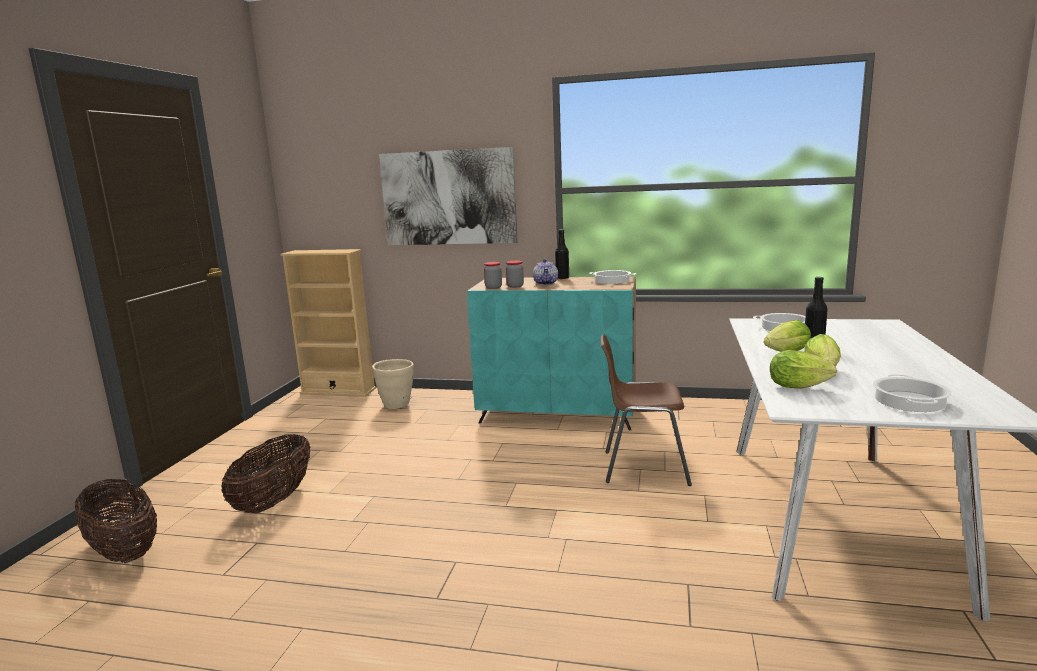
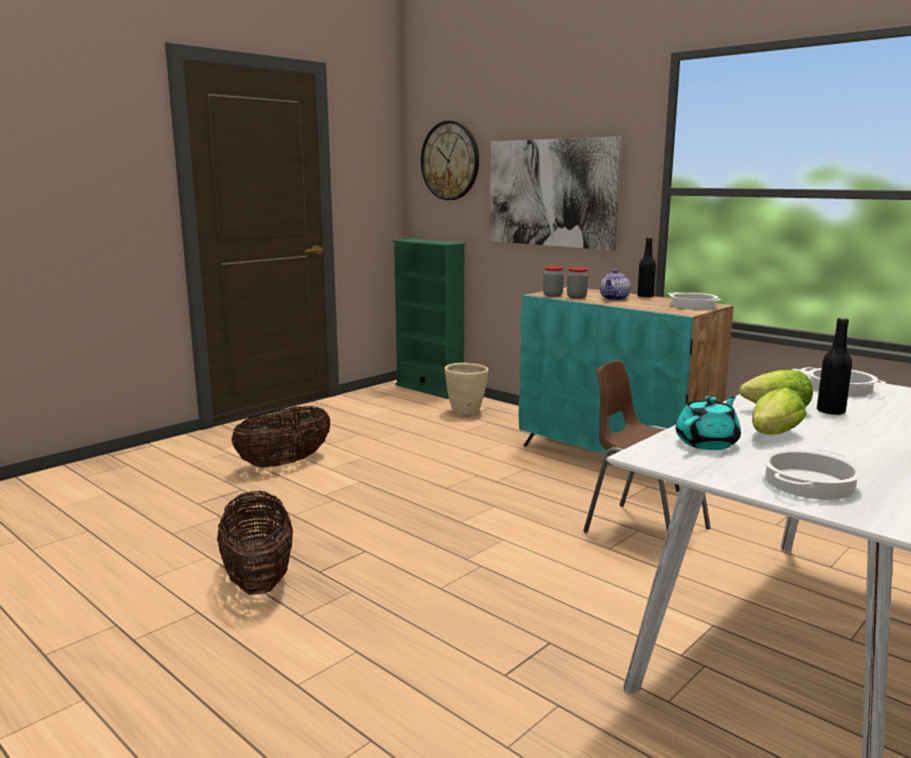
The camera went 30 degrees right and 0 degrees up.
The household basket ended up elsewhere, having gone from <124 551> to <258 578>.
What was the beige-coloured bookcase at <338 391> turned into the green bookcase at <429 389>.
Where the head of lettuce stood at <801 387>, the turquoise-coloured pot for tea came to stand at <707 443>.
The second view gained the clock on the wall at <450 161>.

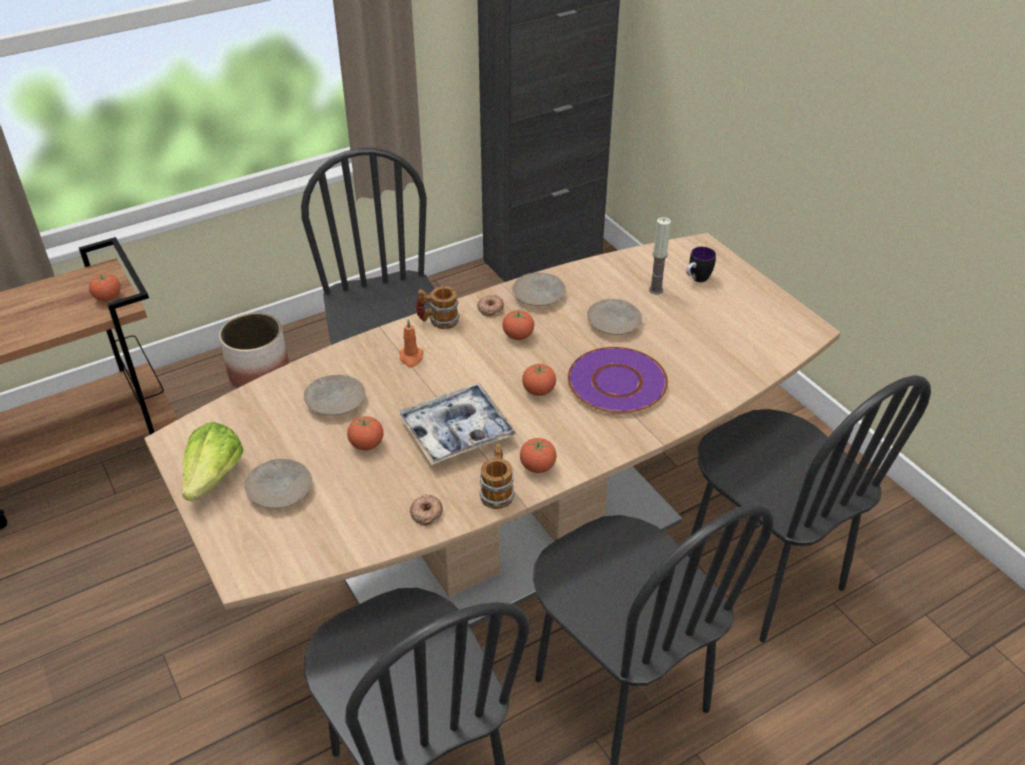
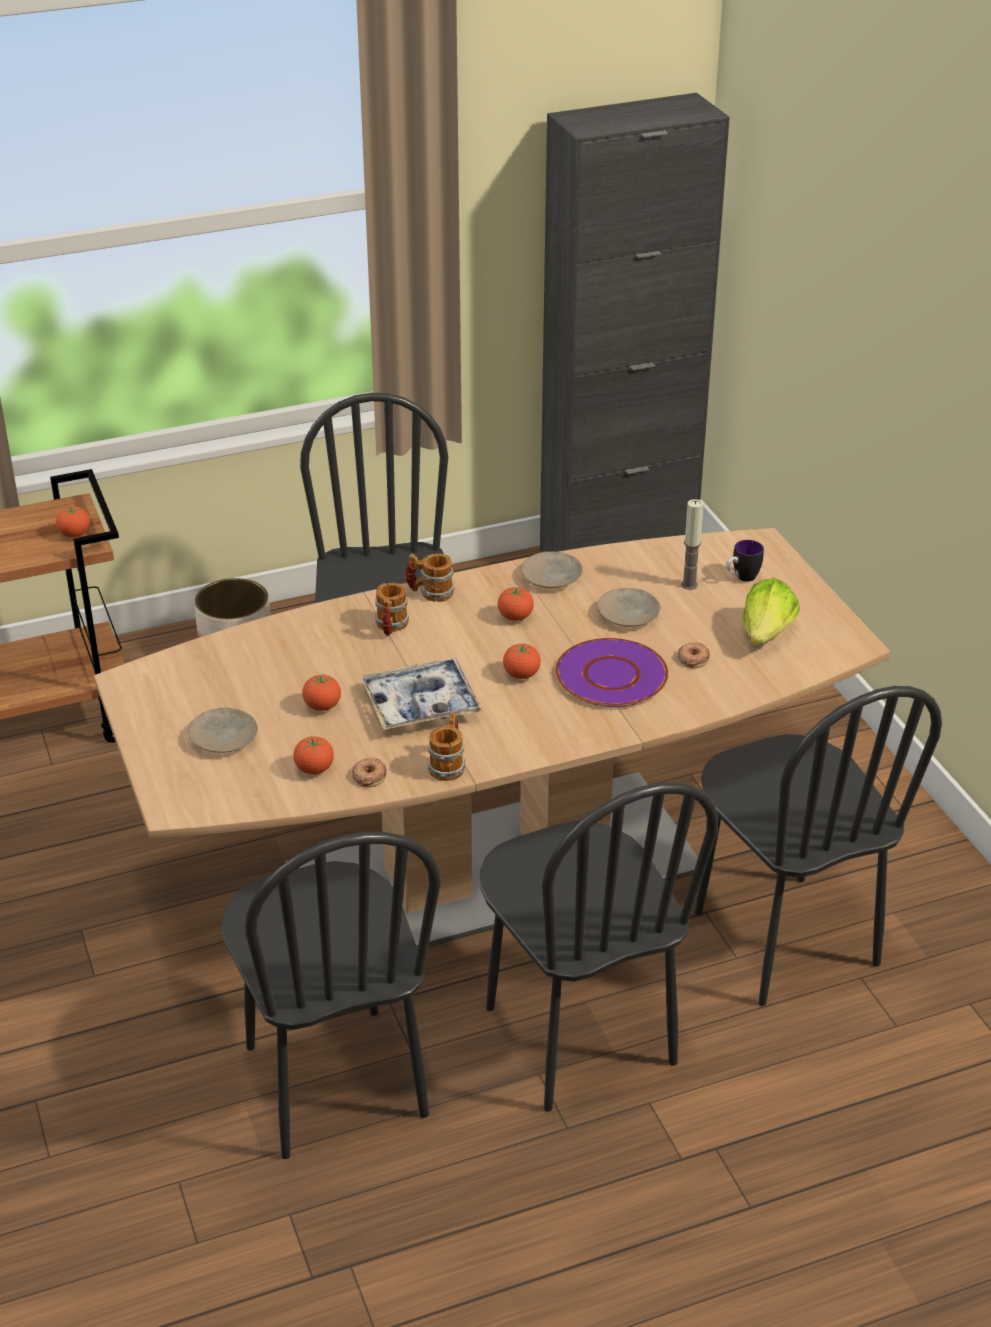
The camera went 10 degrees right and 5 degrees down.
The head of lettuce ended up elsewhere, having gone from <214 478> to <767 634>.
The second view lost the beige-coloured flat dish at <335 401>.
Where the orange wax candle stood at <411 358>, the mug came to stand at <390 627>.
The ring doughnut ended up elsewhere, having gone from <490 308> to <693 658>.
The tomato ended up elsewhere, having gone from <537 467> to <314 769>.

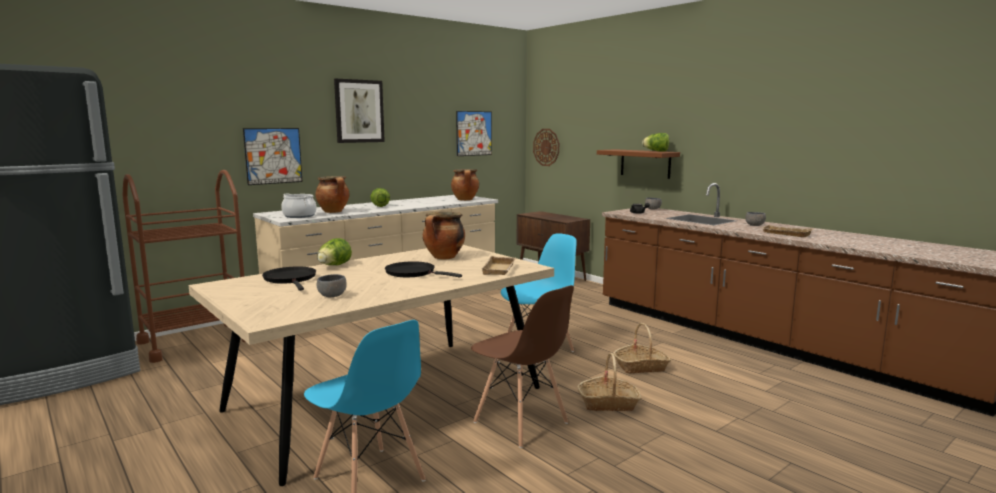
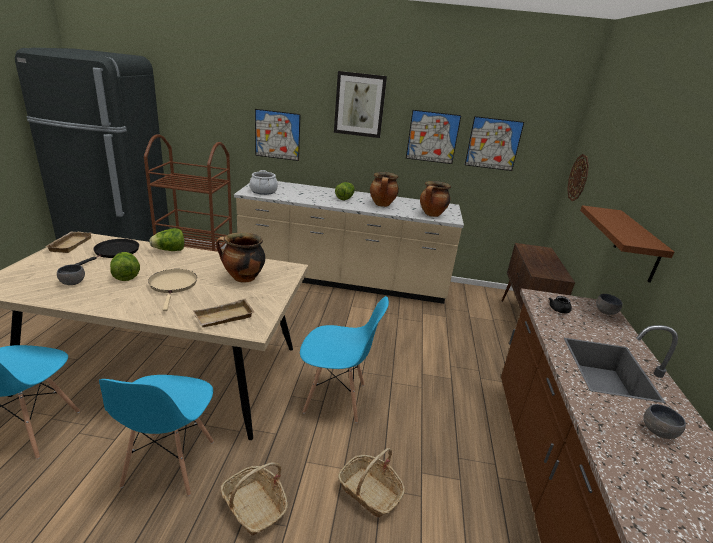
The camera went 45 degrees right and 15 degrees up.
The stockpot ended up elsewhere, having gone from <334 212> to <382 205>.
What was the blackish frying pan at <413 273> turned into the beige-coloured frying pan at <173 285>.
What was the brown upright chair at <521 423> turned into the blue-coloured upright chair at <169 464>.
The head of lettuce ended up elsewhere, having gone from <656 151> to <126 275>.
The beige-coloured serving tray ended up elsewhere, having gone from <785 234> to <69 244>.
The second view gained the picture at <432 137>.

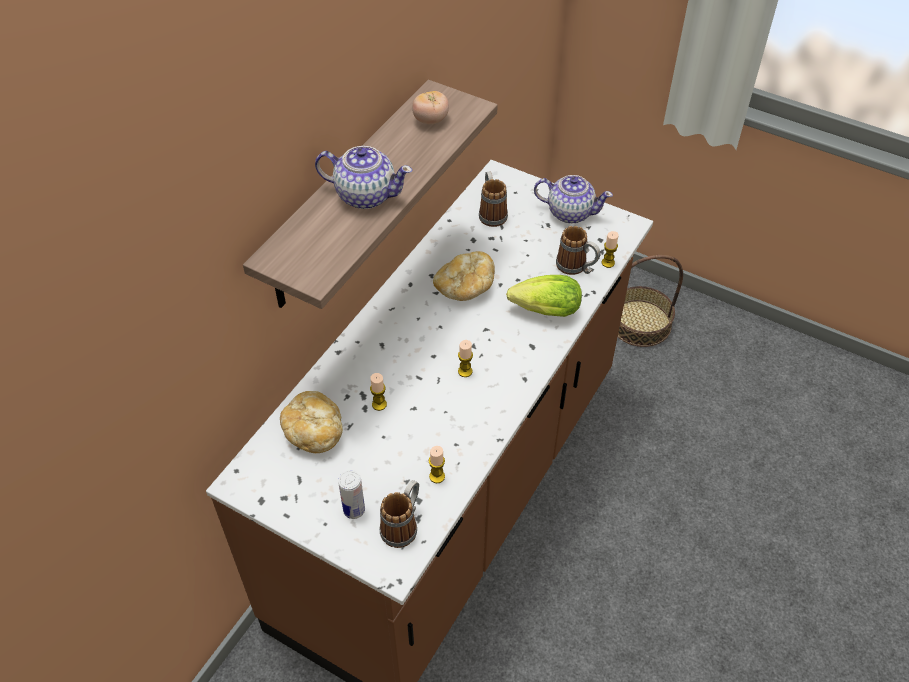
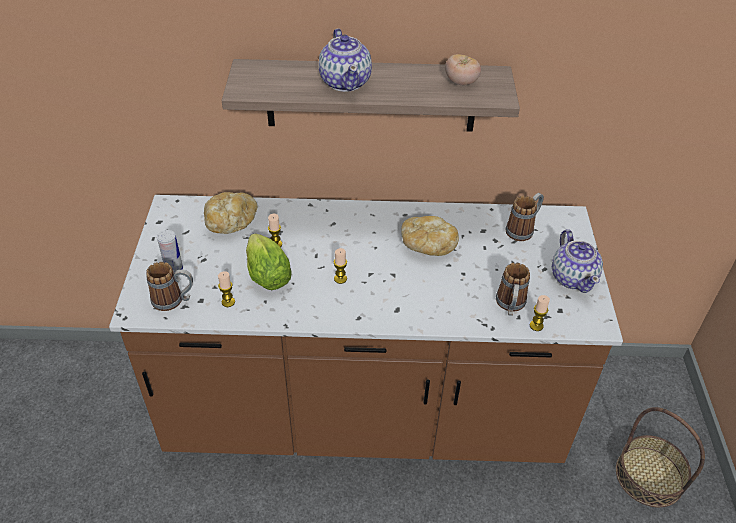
The camera went 60 degrees right and 5 degrees down.
The head of lettuce ended up elsewhere, having gone from <542 311> to <266 273>.

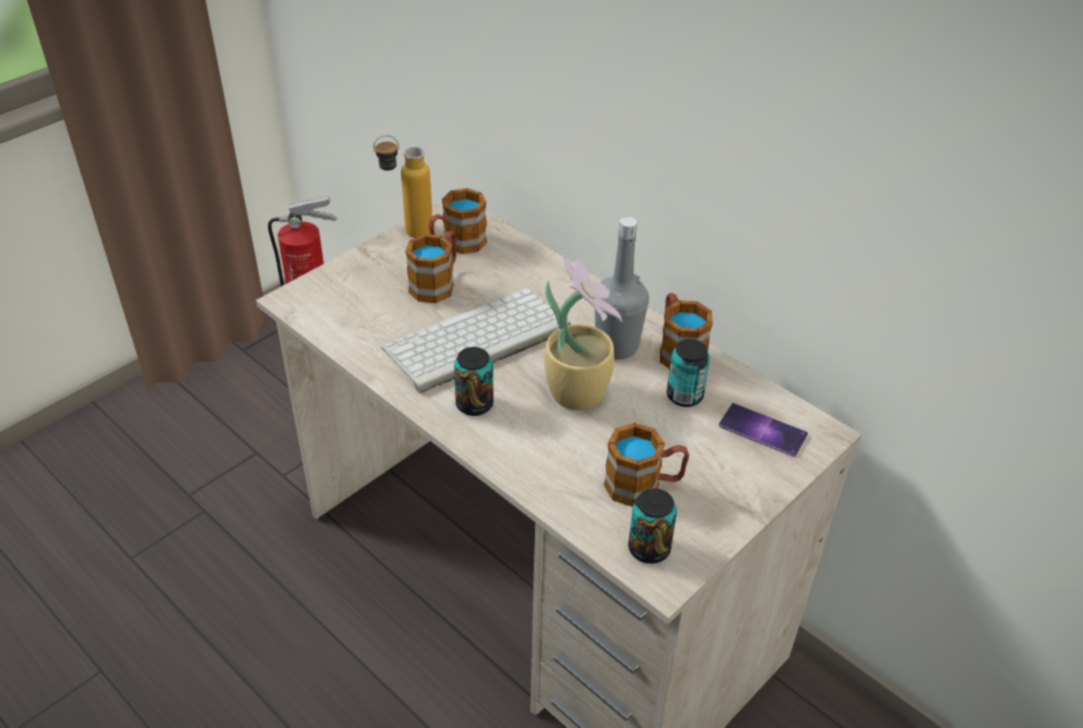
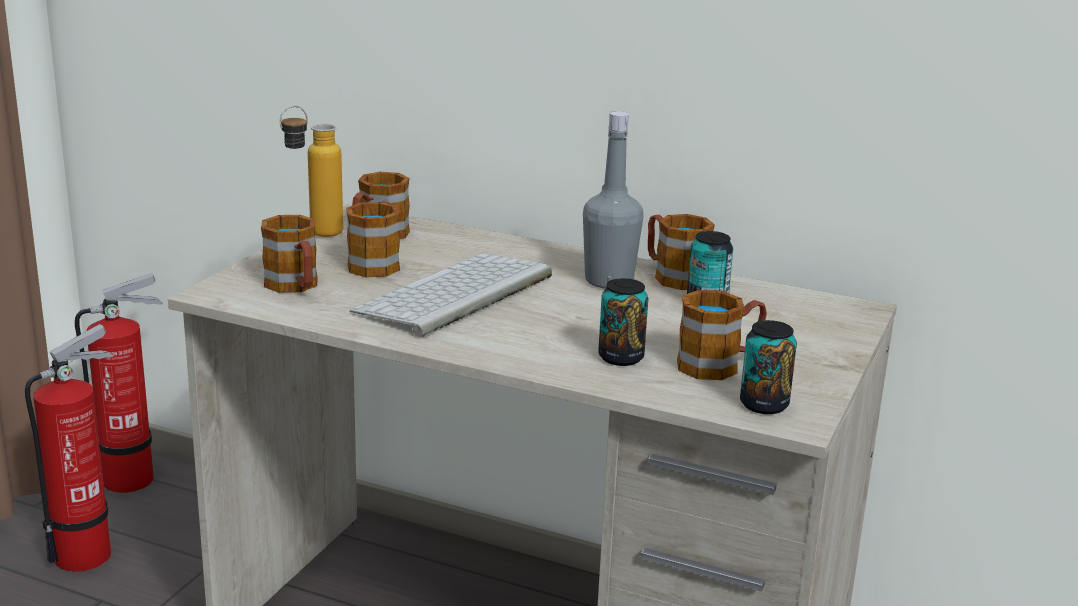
The camera went 20 degrees left and 20 degrees down.
The sealed can ended up elsewhere, having gone from <474 404> to <621 357>.
The second view lost the plant in a pot at <577 391>.
The second view lost the handset at <762 430>.
The second view gained the extinguisher at <90 553>.
The second view gained the mug at <295 286>.

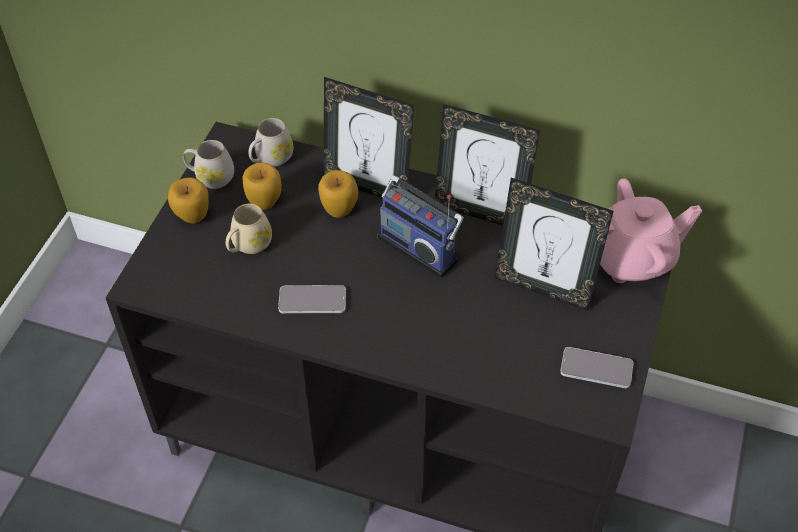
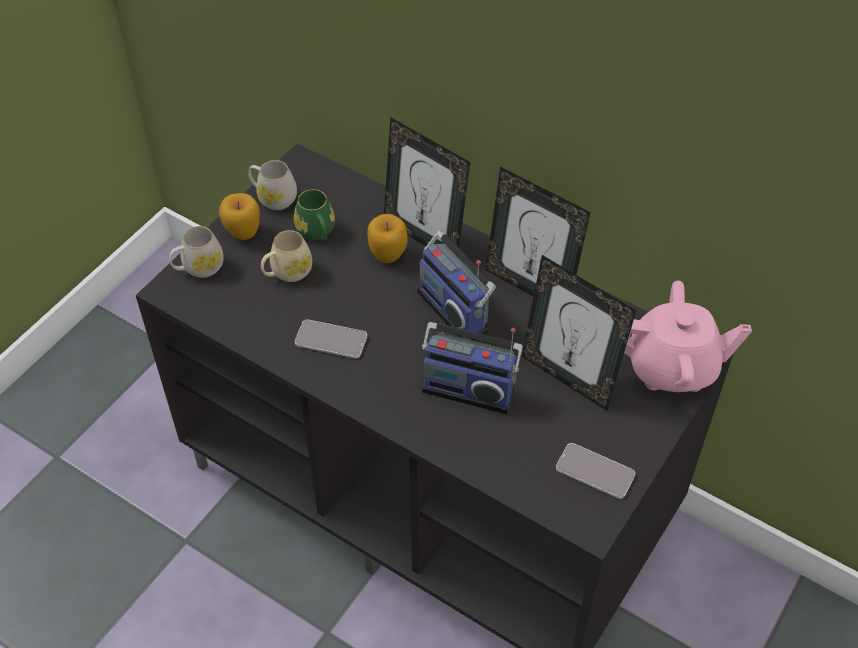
The camera went 15 degrees right and 0 degrees up.
Where the whole apple stood at <264 202>, the green mug came to stand at <317 233>.
The white mug ended up elsewhere, having gone from <271 158> to <198 268>.
The second view gained the radio receiver at <469 388>.

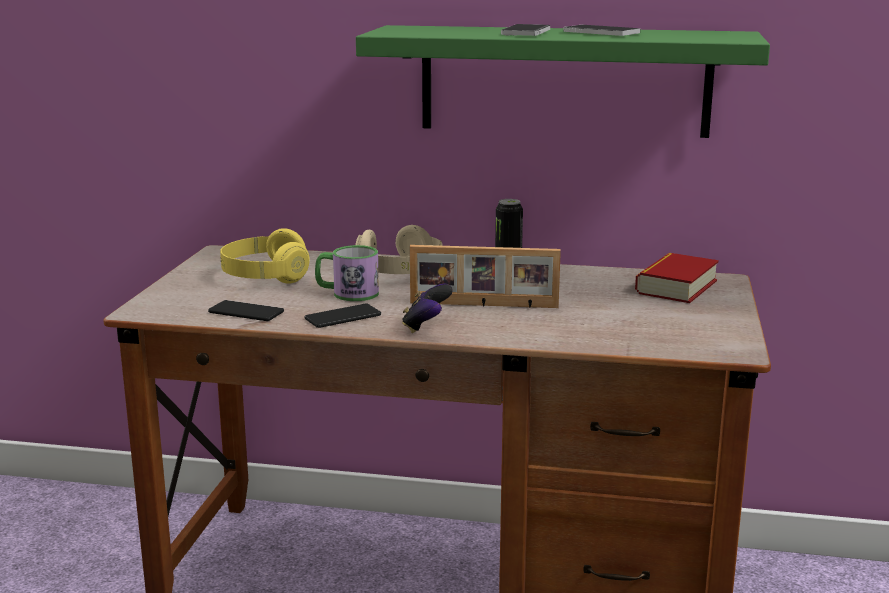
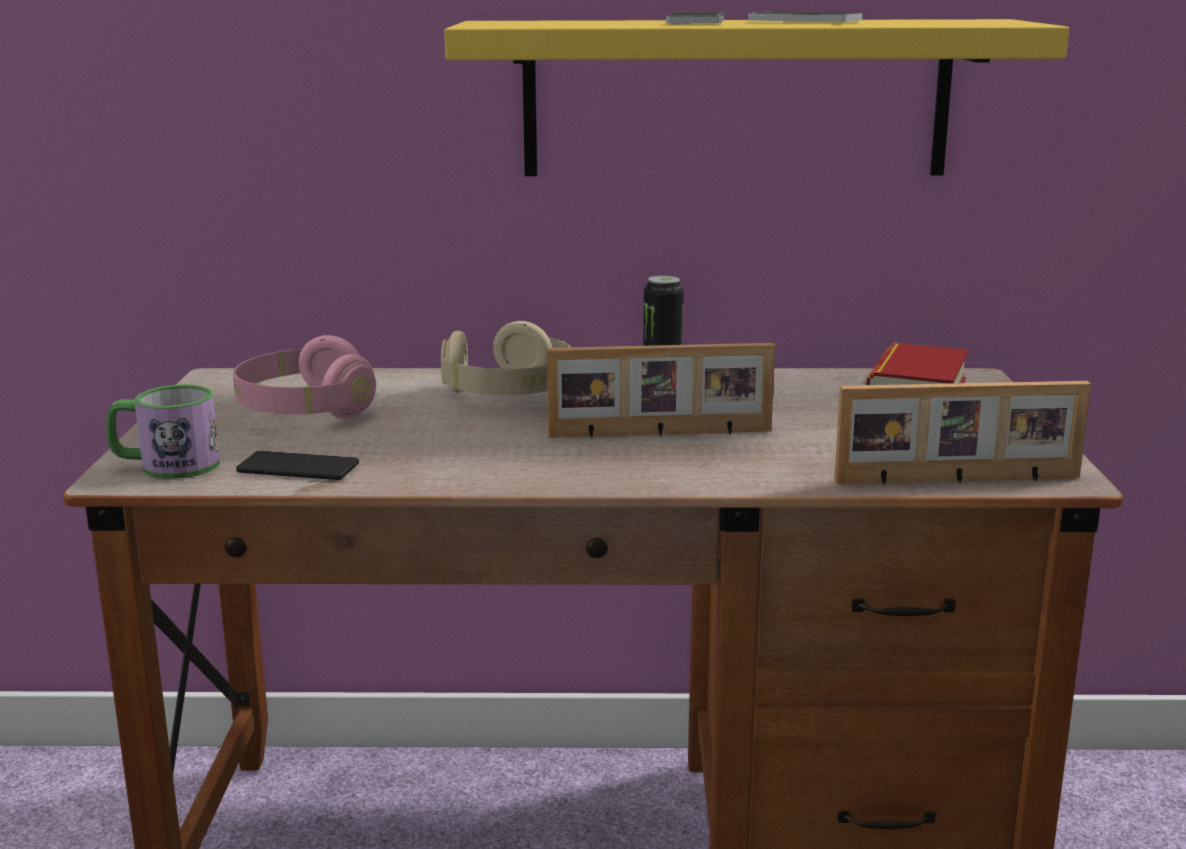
The camera went 10 degrees left and 0 degrees up.
What was the yellowish pair of headphones at <265 276> turned into the pink pair of headphones at <305 410>.
The second view lost the handset at <343 317>.
The mug ended up elsewhere, having gone from <347 293> to <166 466>.
What was the green wall shelf at <564 81> turned into the yellowish wall shelf at <735 98>.
The second view lost the gamepad at <426 327>.
The second view gained the photo frame at <958 480>.

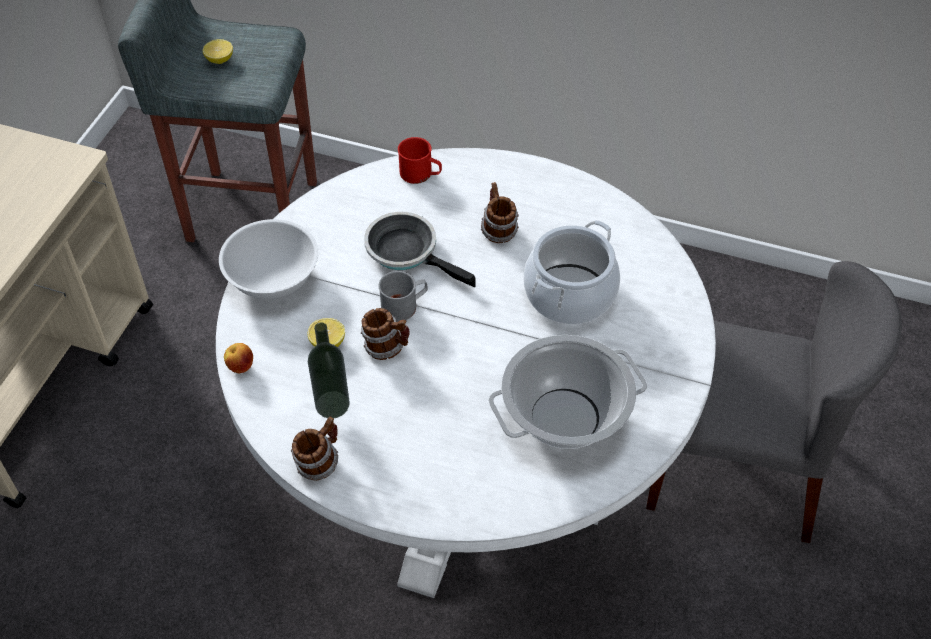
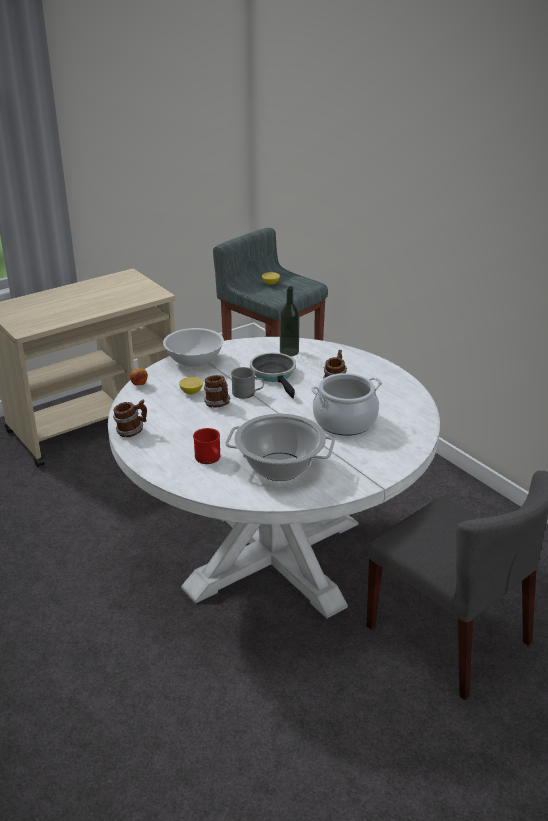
The camera went 35 degrees right and 20 degrees down.
The drink bottle ended up elsewhere, having gone from <332 404> to <289 352>.
The reddish mug ended up elsewhere, having gone from <420 174> to <209 459>.

